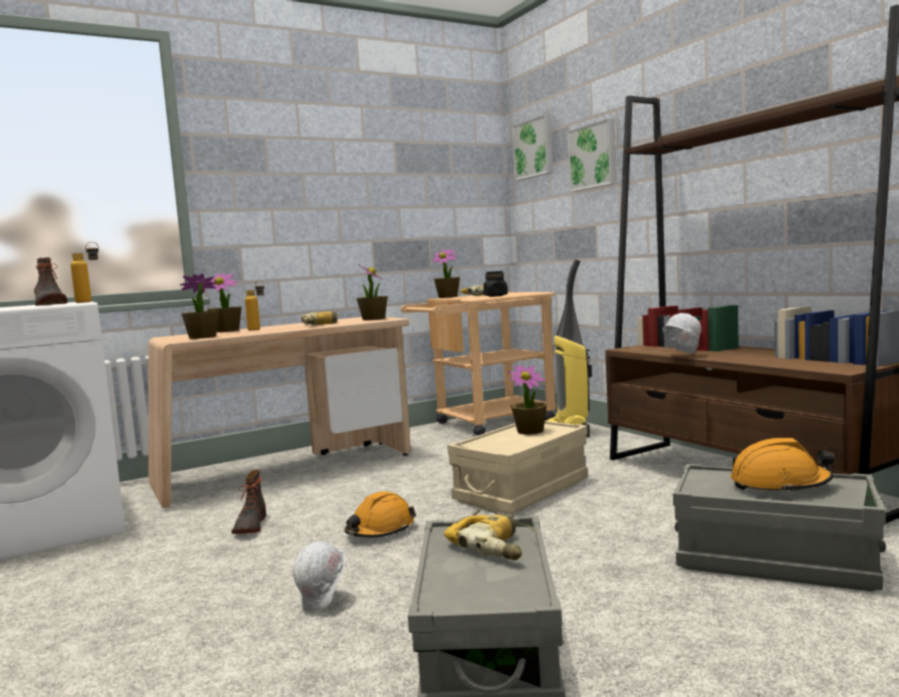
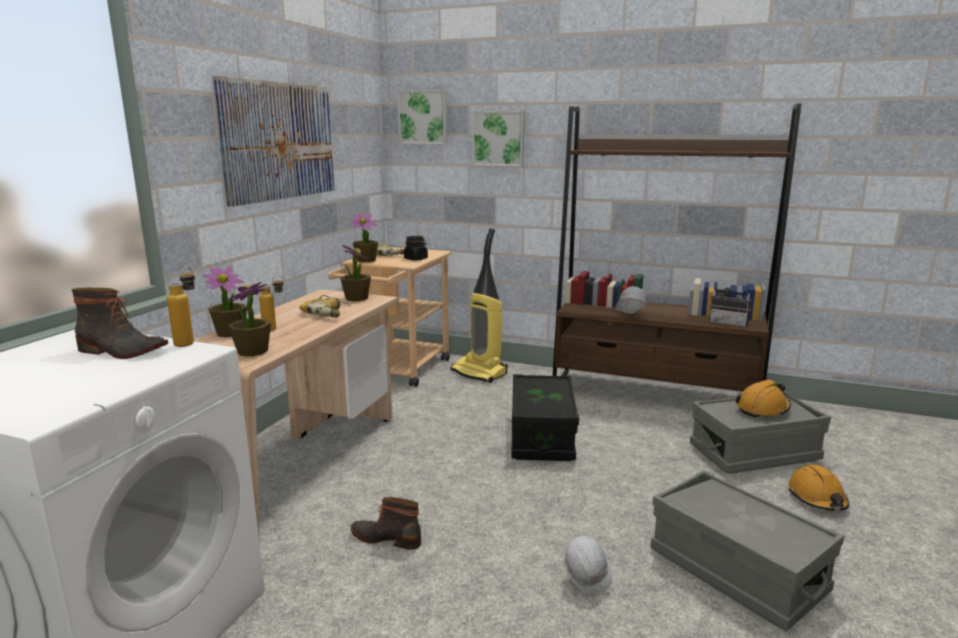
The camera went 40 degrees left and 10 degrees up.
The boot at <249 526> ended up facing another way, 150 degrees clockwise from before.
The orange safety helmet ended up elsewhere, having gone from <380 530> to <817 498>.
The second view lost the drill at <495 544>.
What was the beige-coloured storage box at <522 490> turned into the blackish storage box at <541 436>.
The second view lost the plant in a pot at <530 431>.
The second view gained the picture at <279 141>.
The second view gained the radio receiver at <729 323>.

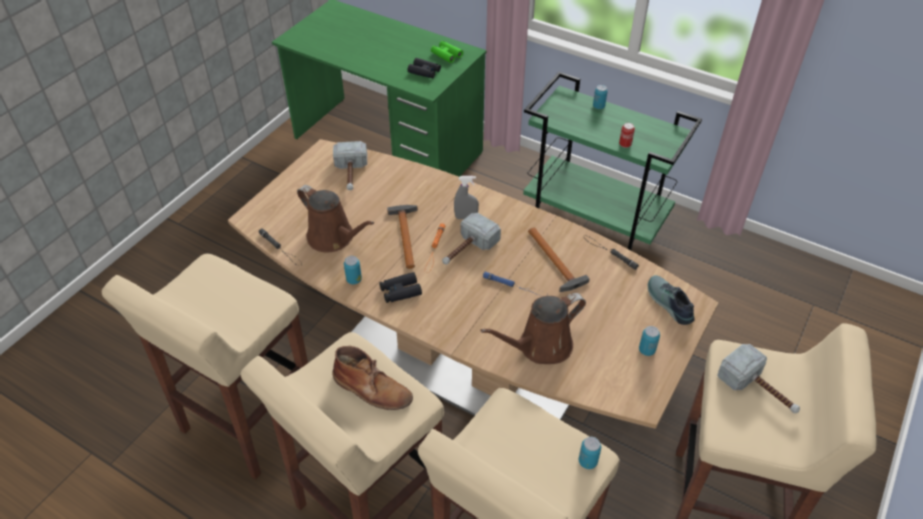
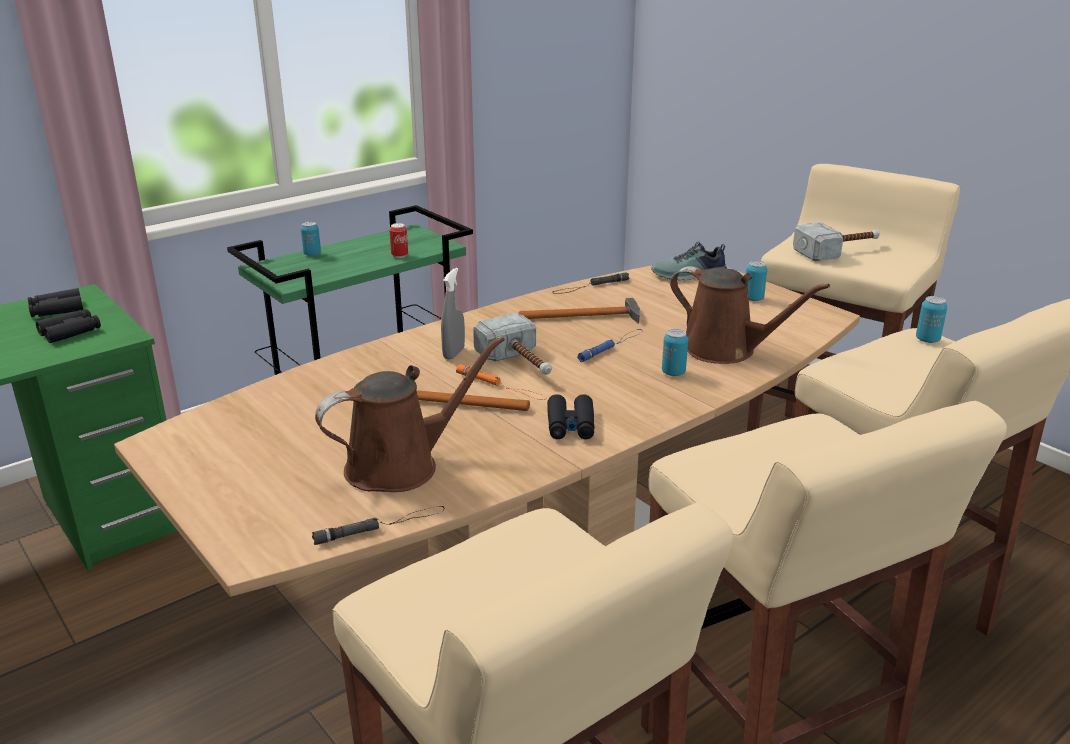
The camera went 70 degrees left and 20 degrees down.
The second view lost the brown boot at <372 389>.
The second view lost the hammer at <351 174>.
The sealed can ended up elsewhere, having gone from <354 280> to <673 373>.
What was the green binoculars at <446 55> turned into the blackish binoculars at <56 310>.
The brown sprinkling can at <540 346> ended up facing another way, 45 degrees counterclockwise from before.

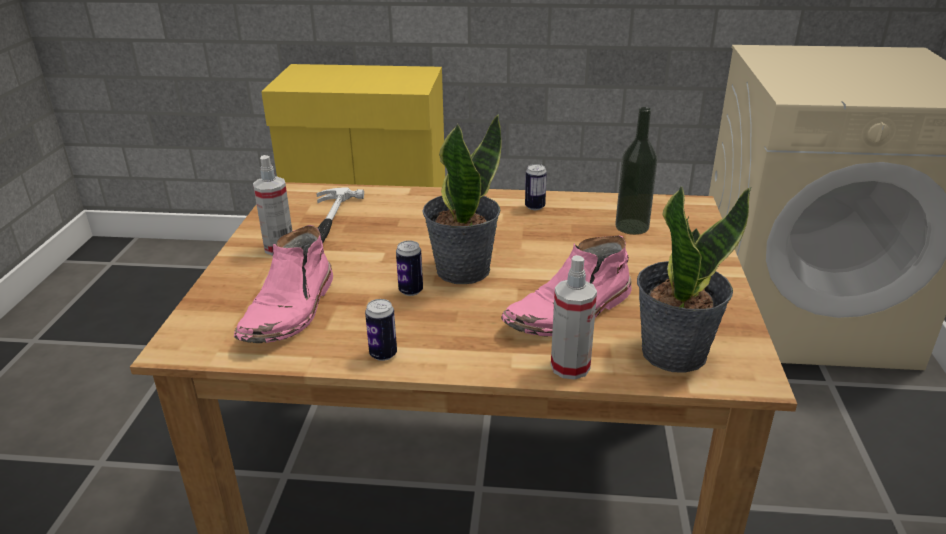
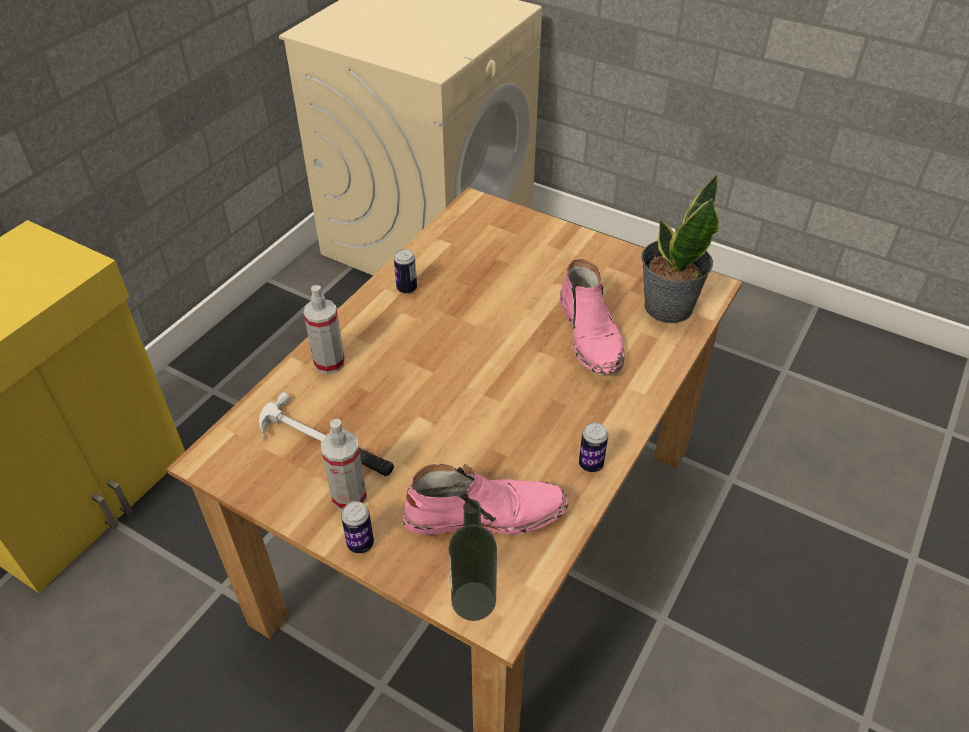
The camera went 65 degrees left and 15 degrees up.
The pink boot at <290 311> ended up facing another way, 45 degrees counterclockwise from before.
The sealed can ended up elsewhere, having gone from <411 291> to <360 544>.
The second view lost the plant in a pot at <462 270>.
The sprayer ended up elsewhere, having gone from <570 367> to <329 362>.
The drink bottle ended up elsewhere, having gone from <632 227> to <473 601>.

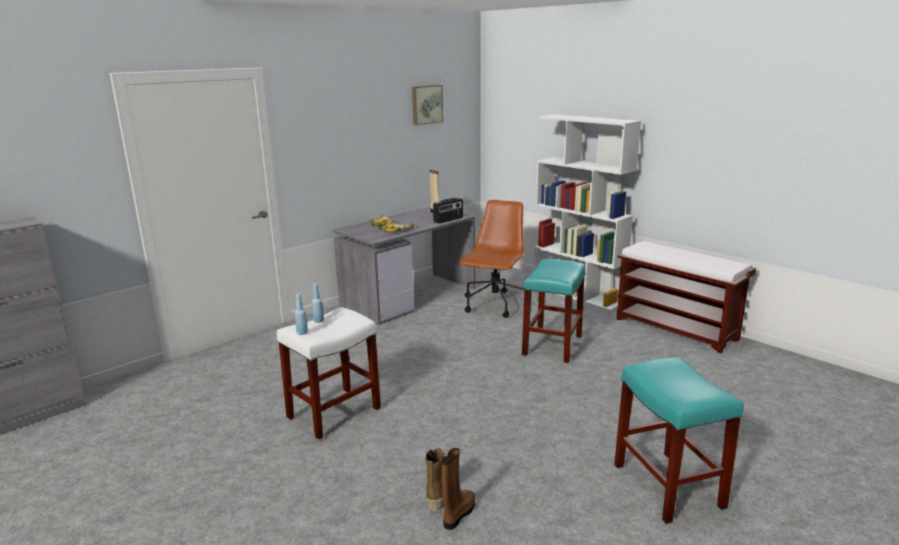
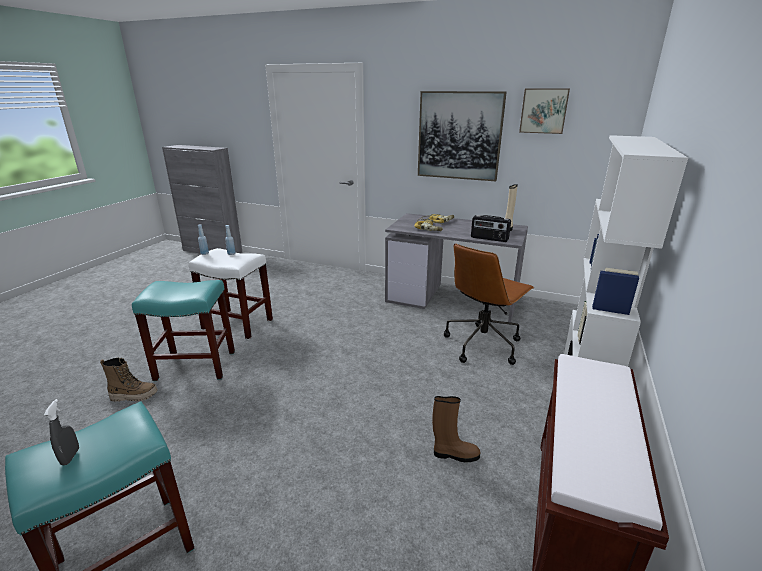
The camera went 65 degrees right and 5 degrees up.
The brown boot ended up elsewhere, having gone from <458 514> to <454 454>.
The brown office chair at <494 305> ended up facing another way, 135 degrees clockwise from before.
The turquoise-coloured stool ended up elsewhere, having gone from <552 345> to <196 365>.
The second view gained the gray sprayer at <70 456>.
The second view gained the picture at <459 136>.

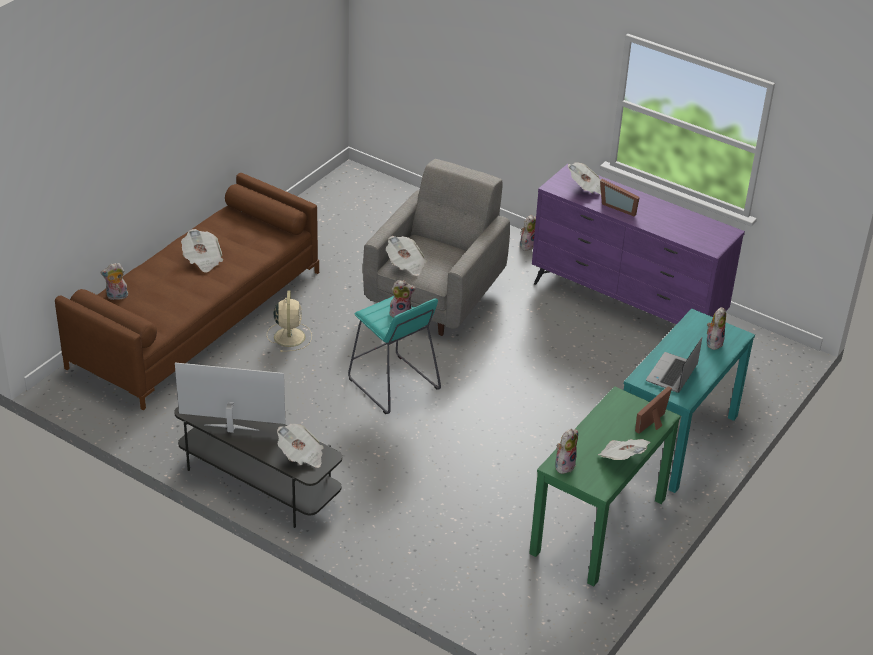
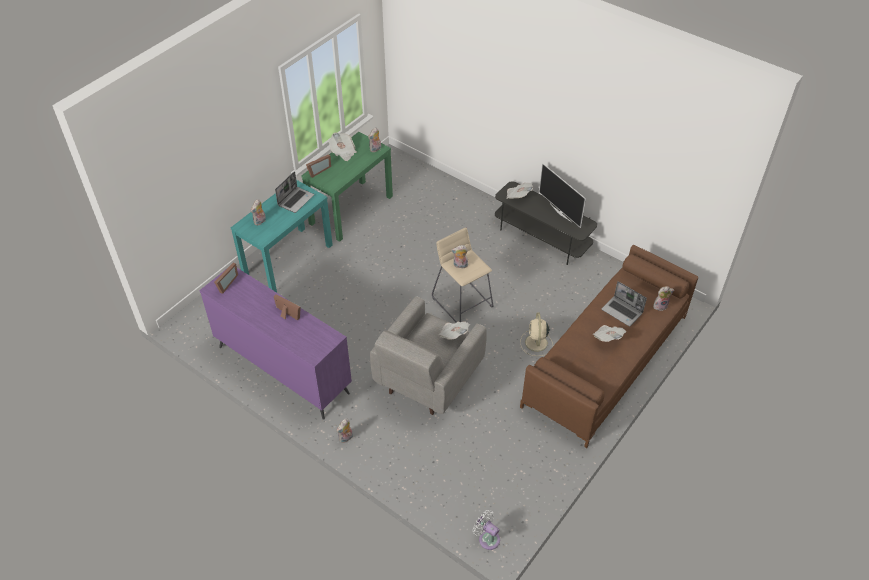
The camera went 175 degrees left and 10 degrees up.
The television at <231 428> ended up facing another way, 45 degrees clockwise from before.
What was the turquoise-coloured stool at <393 385> turned into the beige-coloured stool at <462 302>.
The second view lost the newspaper at <587 189>.
The second view gained the photo frame at <225 283>.
The second view gained the white cooling fan at <487 538>.
The second view gained the portable computer at <622 311>.

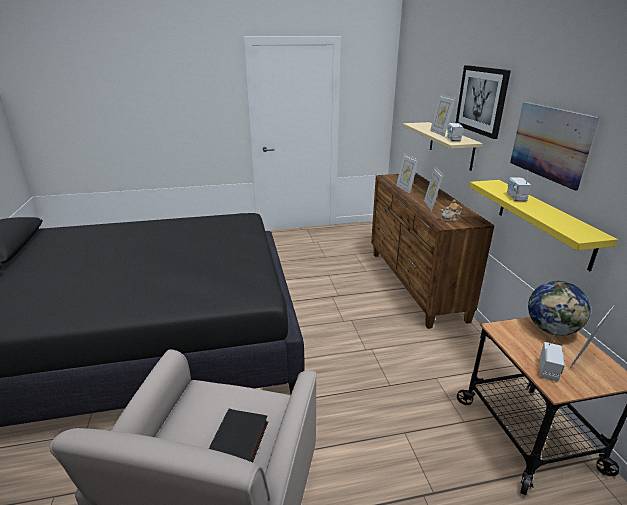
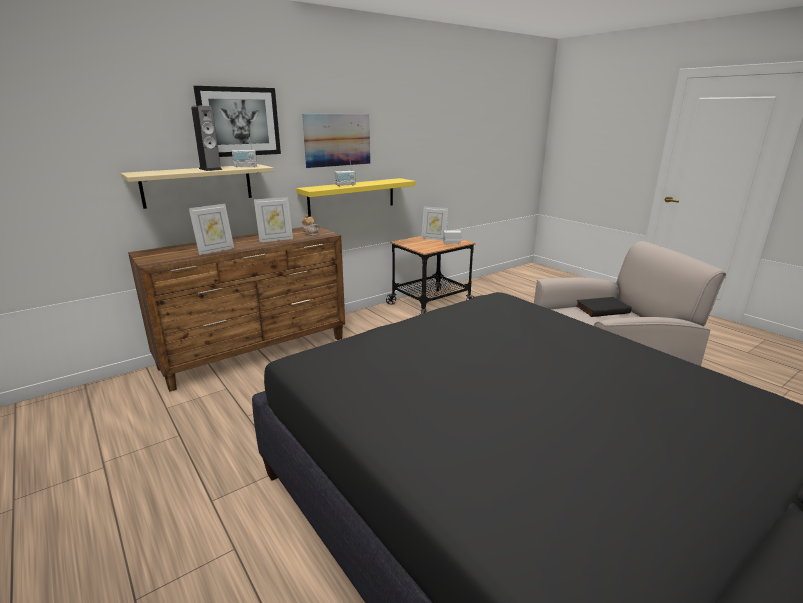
The camera went 115 degrees left and 5 degrees down.
Where the photo frame stood at <439 133>, the audio speaker came to stand at <210 169>.
The second view lost the desk globe at <551 329>.

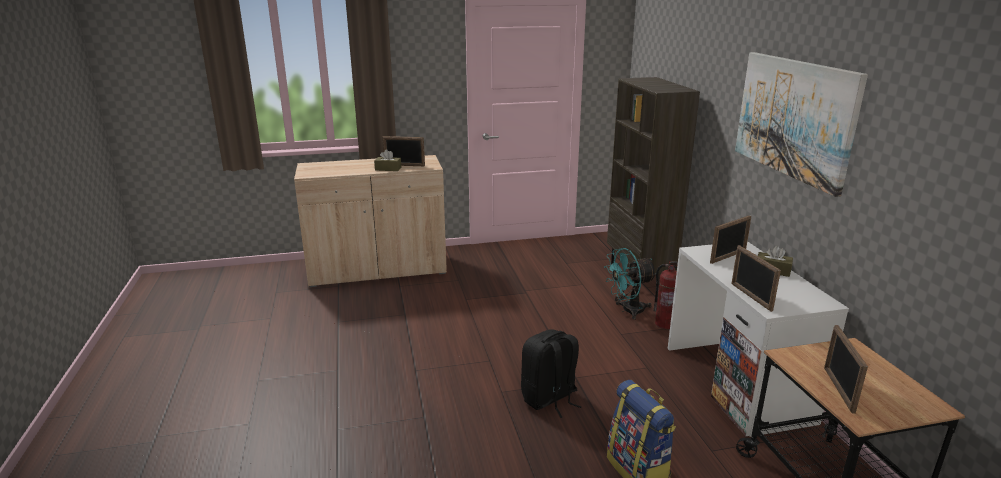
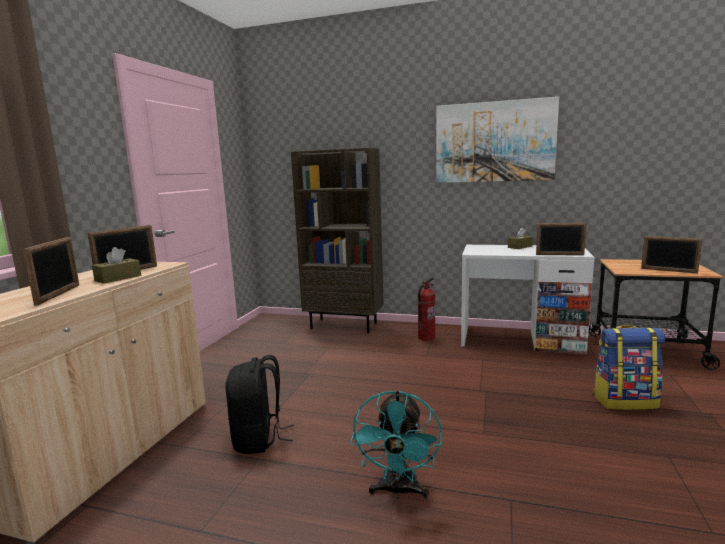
The camera went 60 degrees left and 10 degrees down.
The blackish backpack ended up elsewhere, having gone from <549 399> to <259 439>.
The turquoise-coloured cooling fan ended up elsewhere, having gone from <627 311> to <398 491>.
The photo frame ended up elsewhere, having gone from <728 257> to <59 294>.

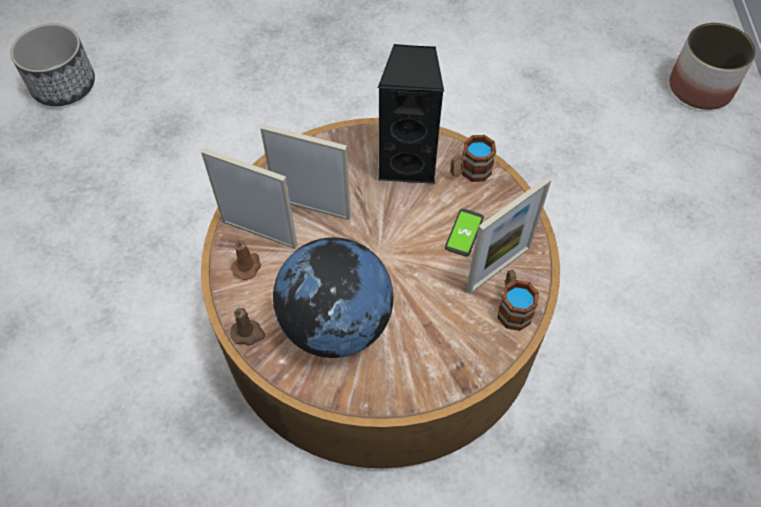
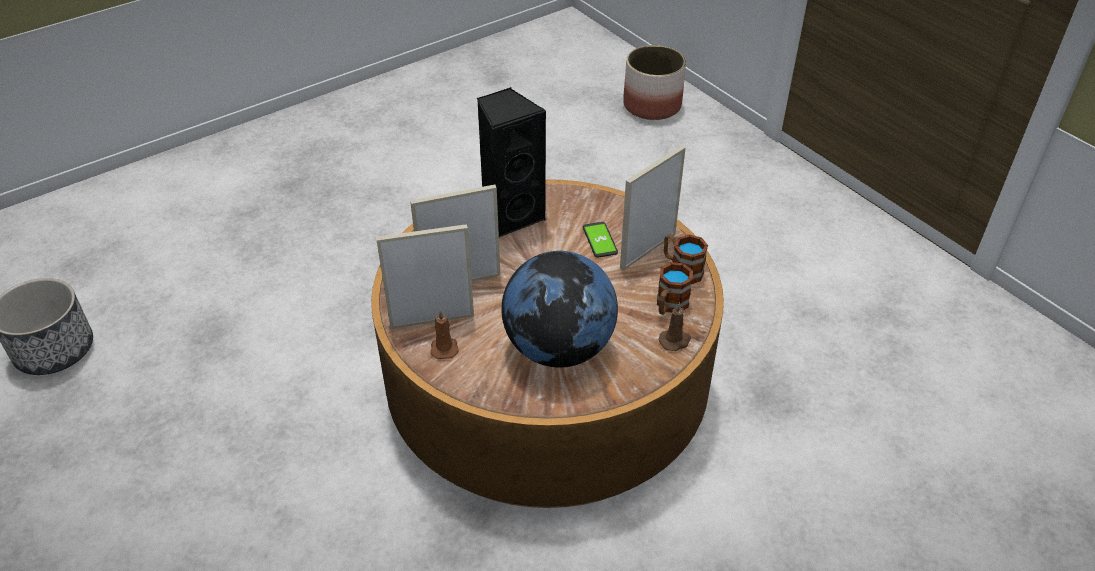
The camera went 35 degrees left and 15 degrees down.
The brown wax candle ended up elsewhere, having gone from <248 333> to <675 341>.
The mug ended up elsewhere, having gone from <469 172> to <669 306>.
The photo frame at <498 269> ended up facing another way, 150 degrees counterclockwise from before.

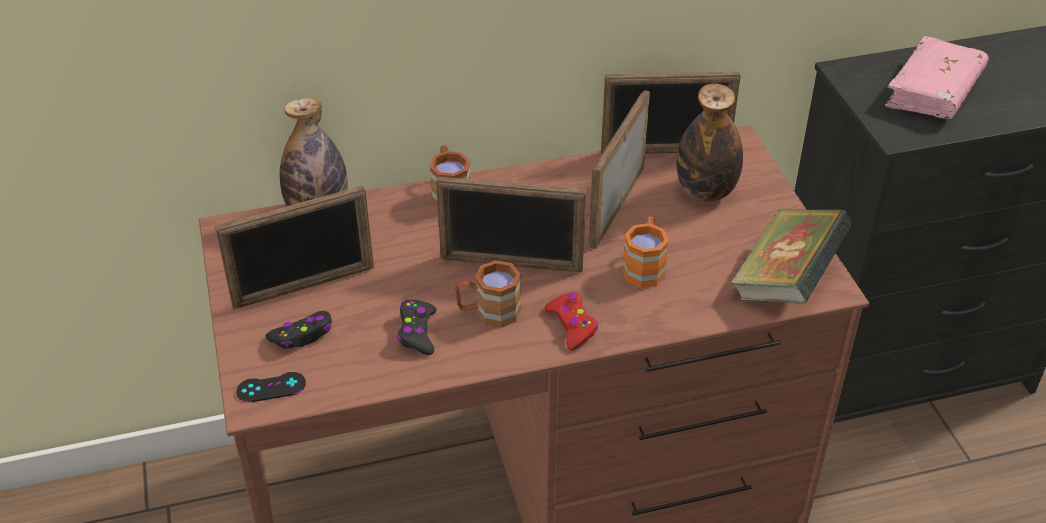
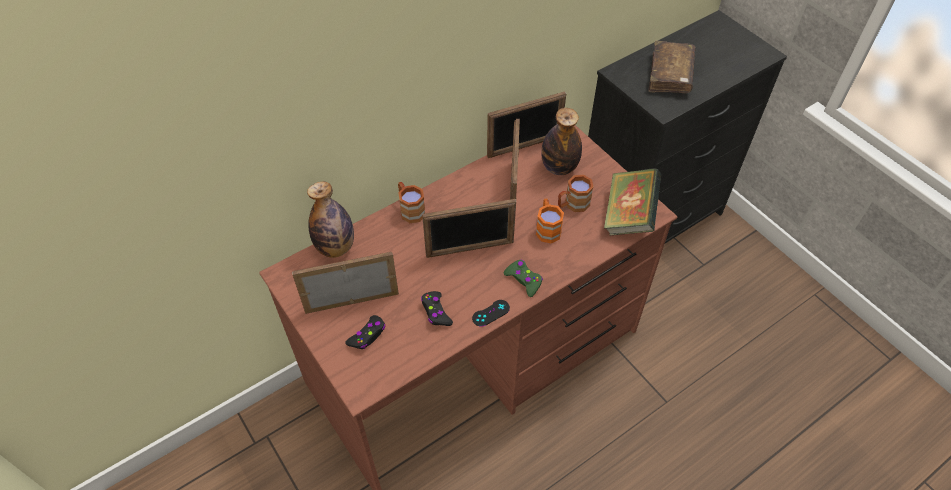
The camera went 20 degrees left and 10 degrees up.
The photo frame at <304 287> ended up facing another way, 150 degrees counterclockwise from before.
The blackish gamepad ended up elsewhere, having gone from <271 387> to <491 313>.
The brown mug ended up elsewhere, having gone from <488 312> to <572 204>.
What was the reddish gamepad at <572 325> turned into the green gamepad at <524 280>.
What was the pink bound book at <933 91> turned into the brown bound book at <670 75>.

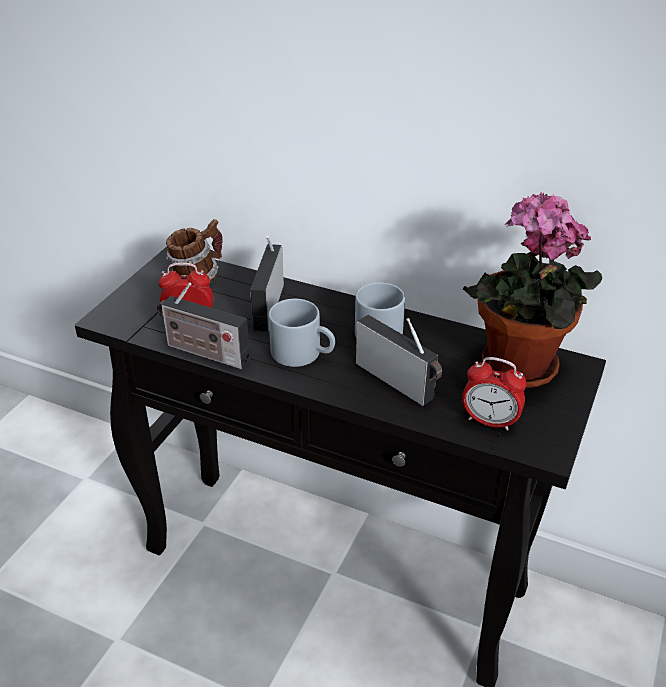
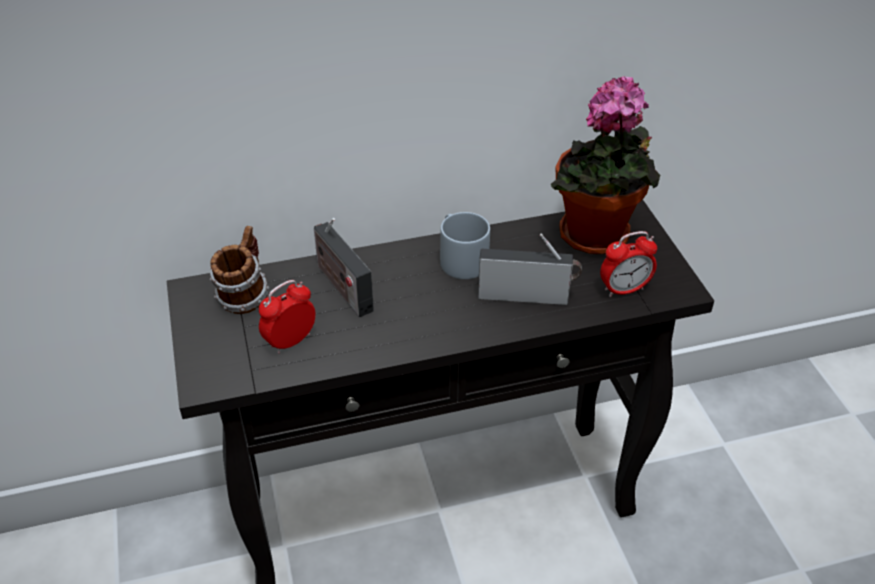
The camera went 40 degrees left and 5 degrees up.
The second view lost the radio receiver at <203 353>.
The second view lost the gray mug at <304 353>.

